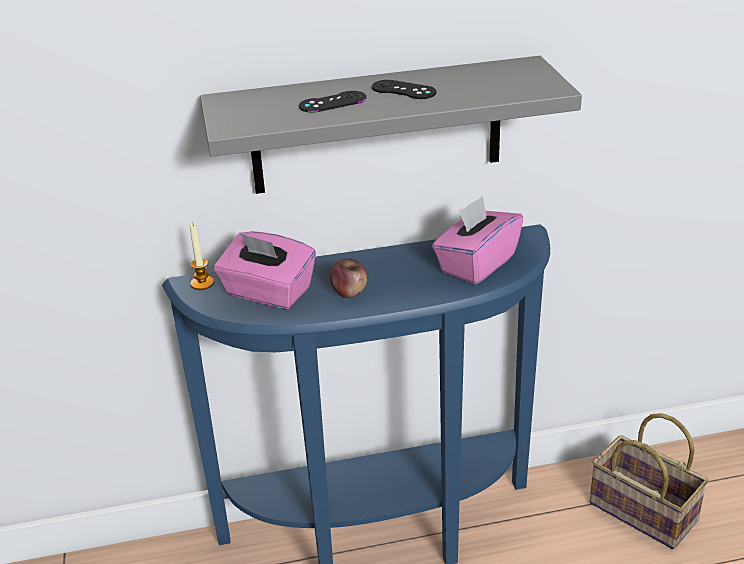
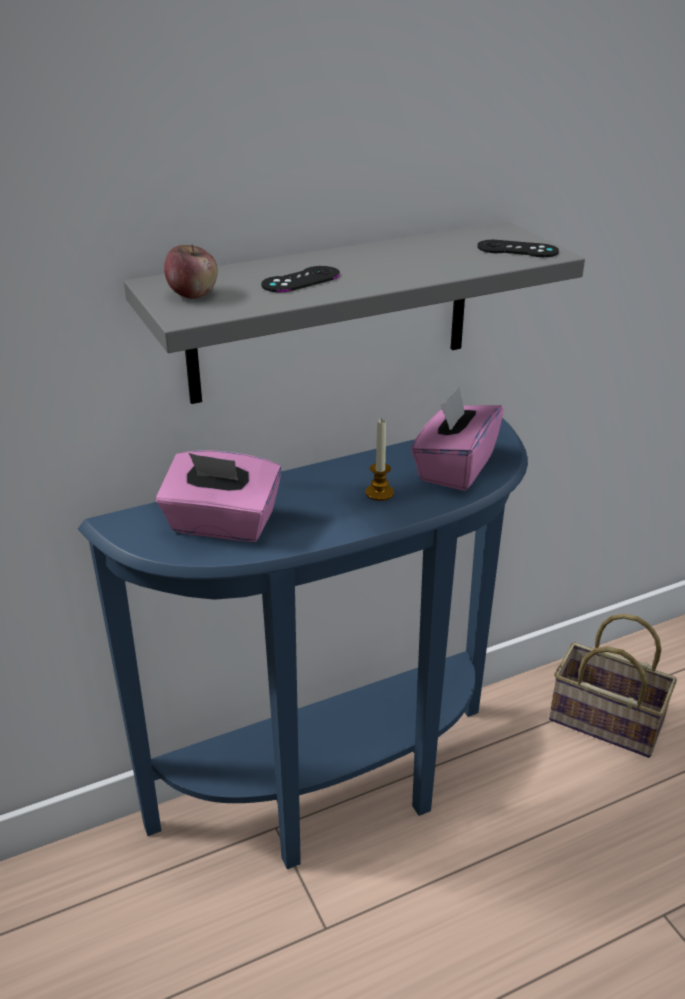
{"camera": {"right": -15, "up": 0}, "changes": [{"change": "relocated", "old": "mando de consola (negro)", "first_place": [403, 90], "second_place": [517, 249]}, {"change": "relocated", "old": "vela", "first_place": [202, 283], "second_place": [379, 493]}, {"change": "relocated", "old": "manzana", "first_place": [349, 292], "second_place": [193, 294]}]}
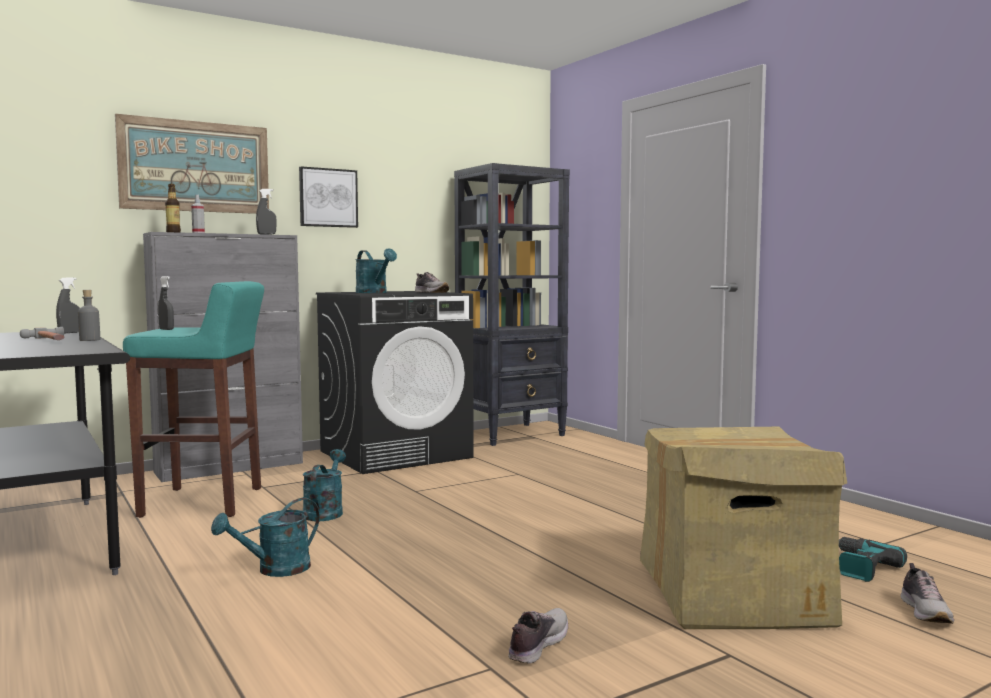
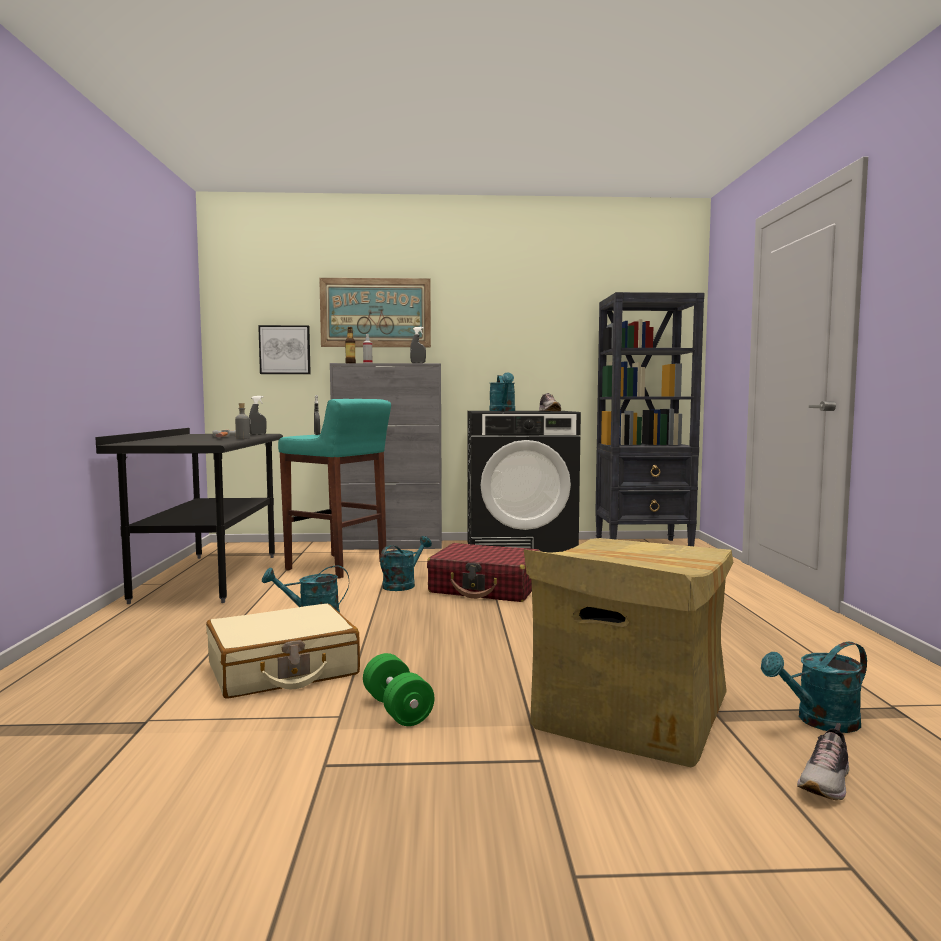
{"camera": {"right": 30, "up": 0}, "changes": [{"change": "relocated", "old": "cuadro", "first_place": [328, 198], "second_place": [285, 350]}, {"change": "exchanged", "old": "taladro", "new": "regadera (turquesa)", "first_place": [860, 567], "second_place": [819, 721]}, {"change": "exchanged", "old": "zapato", "new": "mancuerna (verde)", "first_place": [536, 645], "second_place": [397, 709]}, {"change": "appeared", "new": "maleta (rojo)", "second_place": [486, 588]}, {"change": "appeared", "new": "maleta (beis)", "second_place": [283, 670]}]}
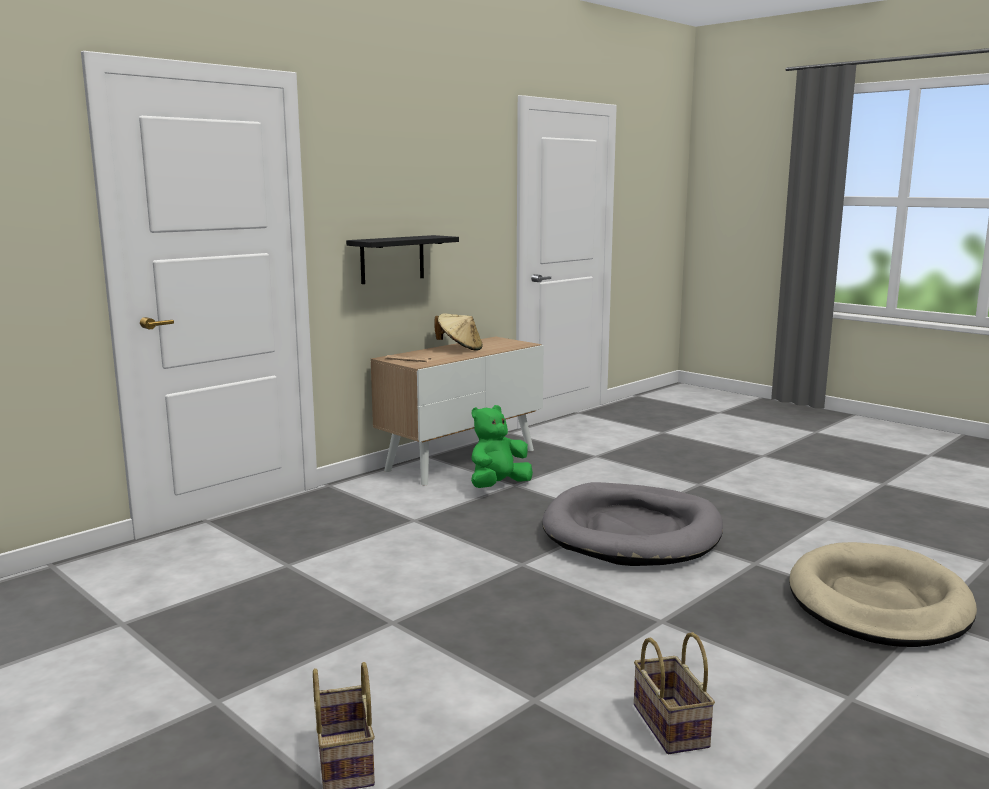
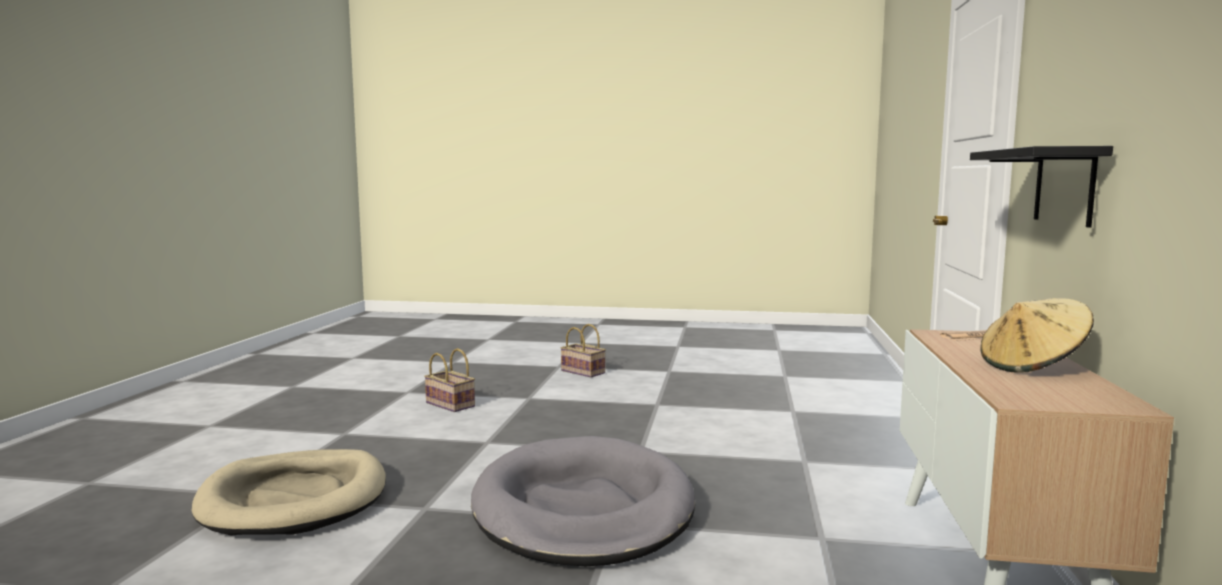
{"camera": {"right": 145, "up": -5}, "changes": [{"change": "missing", "old": "peluche (verde)", "first_place": [498, 486]}]}
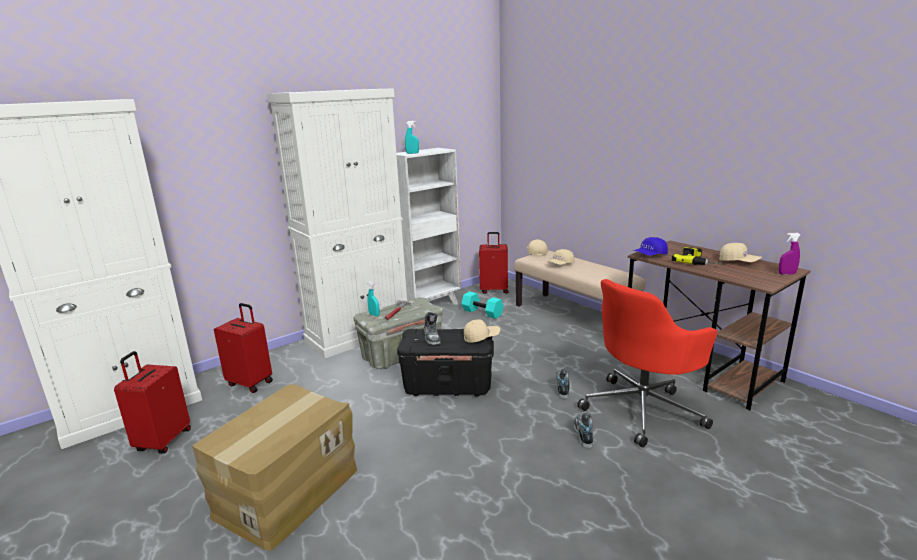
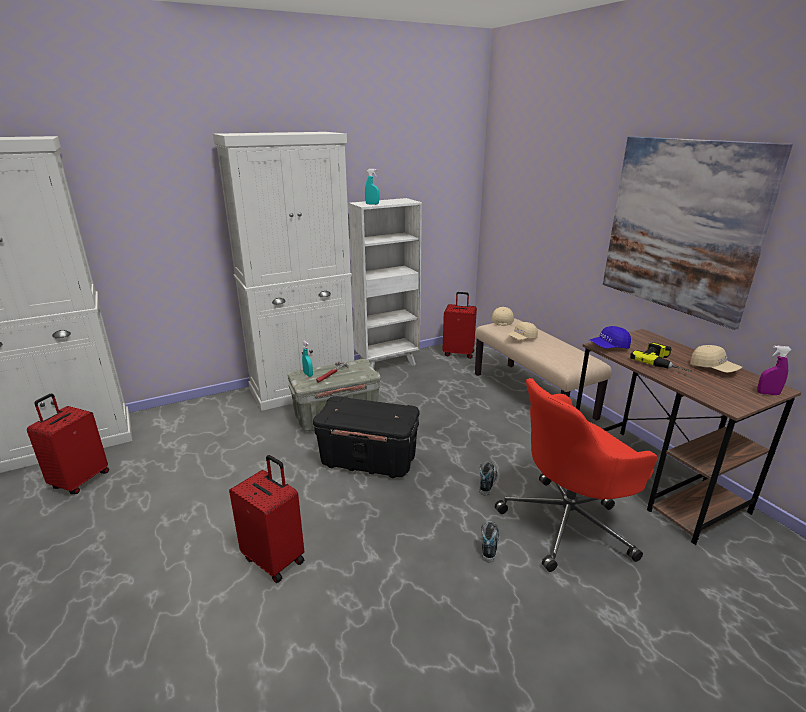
{"camera": {"right": 10, "up": 5}, "changes": [{"change": "missing", "old": "mancuerna (turquesa)", "first_place": [483, 312]}, {"change": "relocated", "old": "maleta (rojo)", "first_place": [251, 383], "second_place": [275, 559]}, {"change": "missing", "old": "zapato", "first_place": [432, 337]}, {"change": "missing", "old": "gorra (beis)", "first_place": [481, 337]}, {"change": "missing", "old": "caja de cartón", "first_place": [286, 492]}, {"change": "appeared", "new": "cuadro", "second_place": [682, 227]}]}
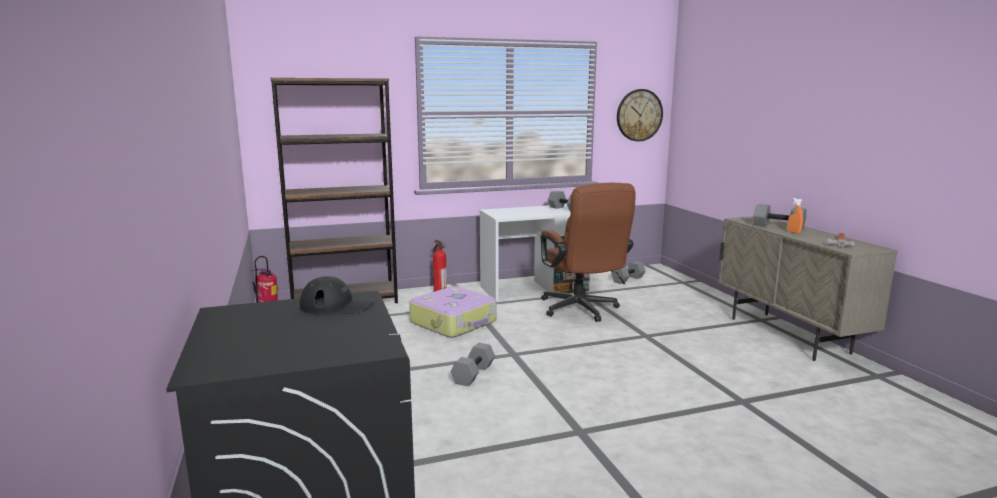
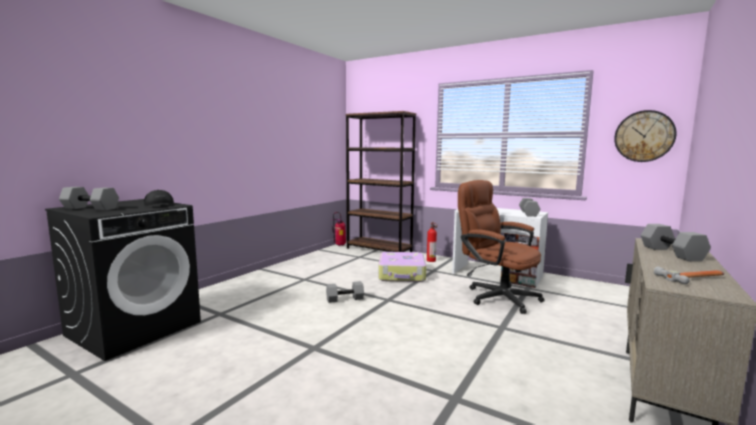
{"camera": {"right": 50, "up": -5}, "changes": [{"change": "spun", "old": "silla de oficina (marrón)", "first_place": [582, 310], "second_place": [496, 296], "degrees": 105}, {"change": "missing", "old": "pulverizador (naranja)", "first_place": [793, 232]}, {"change": "relocated", "old": "mancuerna (gris)", "first_place": [628, 279], "second_place": [89, 208]}]}
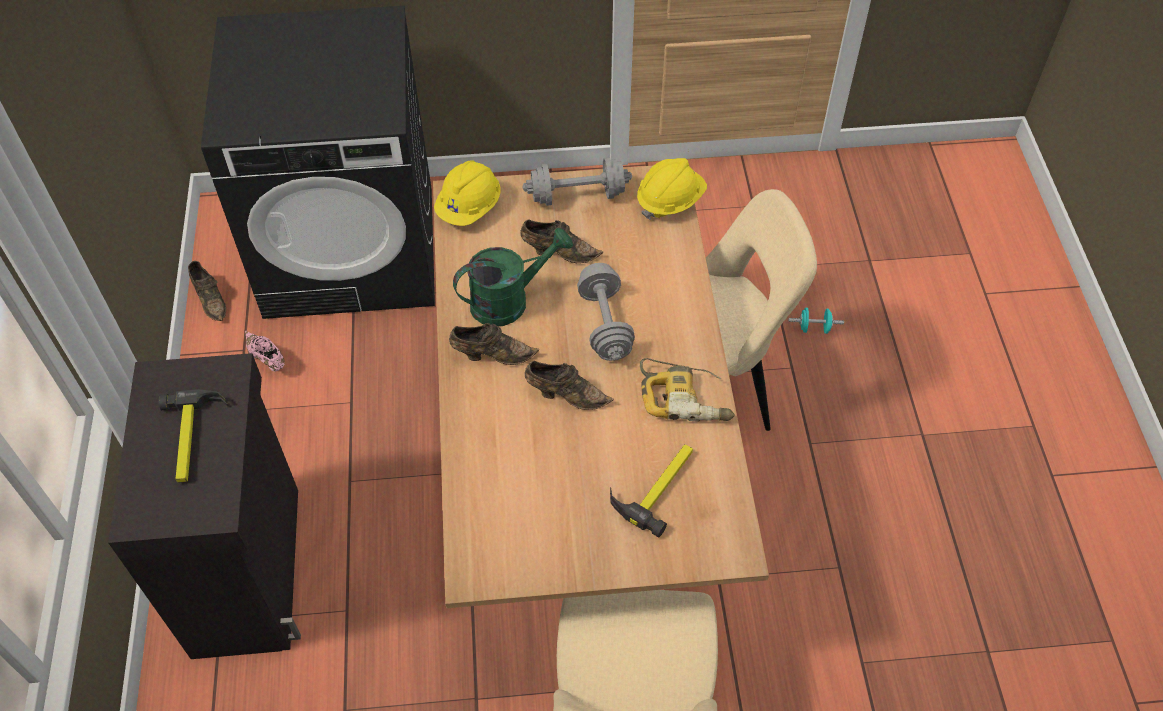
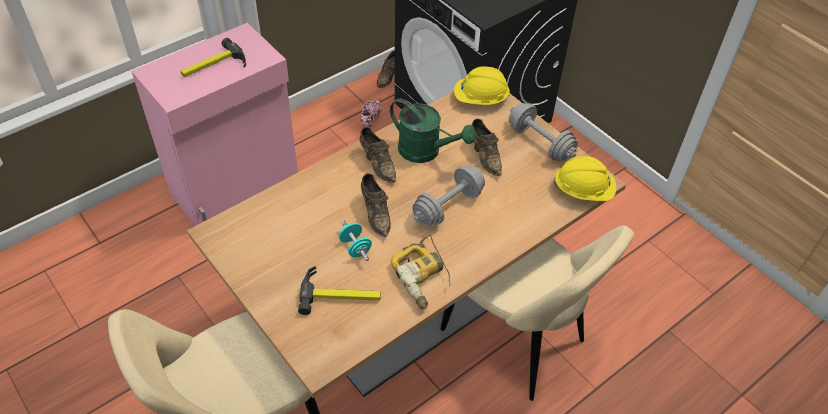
{"camera": {"right": 55, "up": -5}, "changes": [{"change": "relocated", "old": "mancuerna (turquesa)", "first_place": [814, 328], "second_place": [355, 247]}, {"change": "colour", "old": "armario (negro)", "new": "armario (rosa)", "first_place": [250, 569], "second_place": [237, 187]}]}
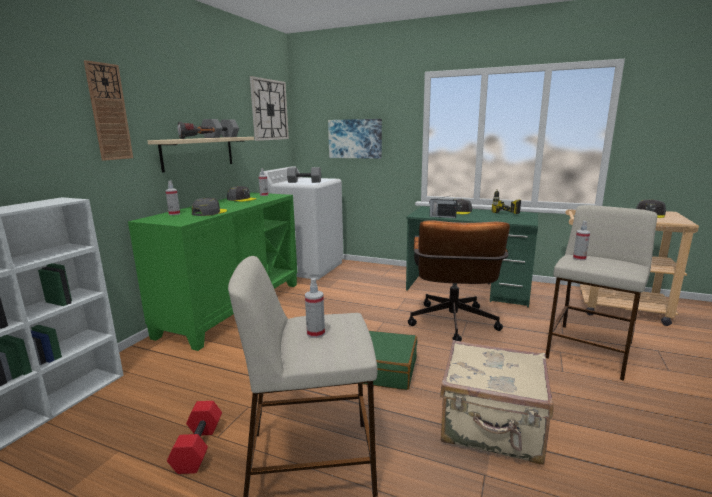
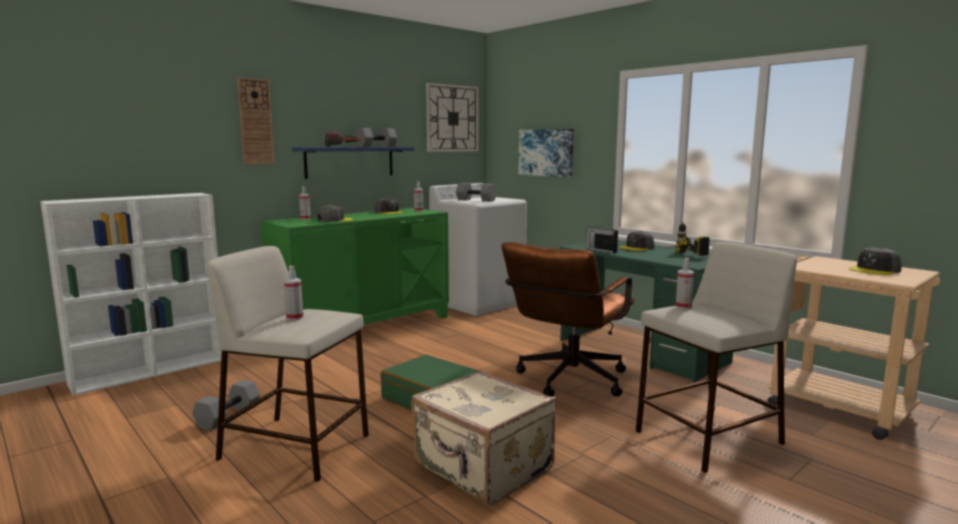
{"camera": {"right": 25, "up": -5}, "changes": [{"change": "colour", "old": "estante (beis)", "new": "estante (azul)", "first_place": [198, 153], "second_place": [350, 162]}, {"change": "colour", "old": "mancuerna (rojo)", "new": "mancuerna (gris)", "first_place": [197, 447], "second_place": [228, 416]}]}
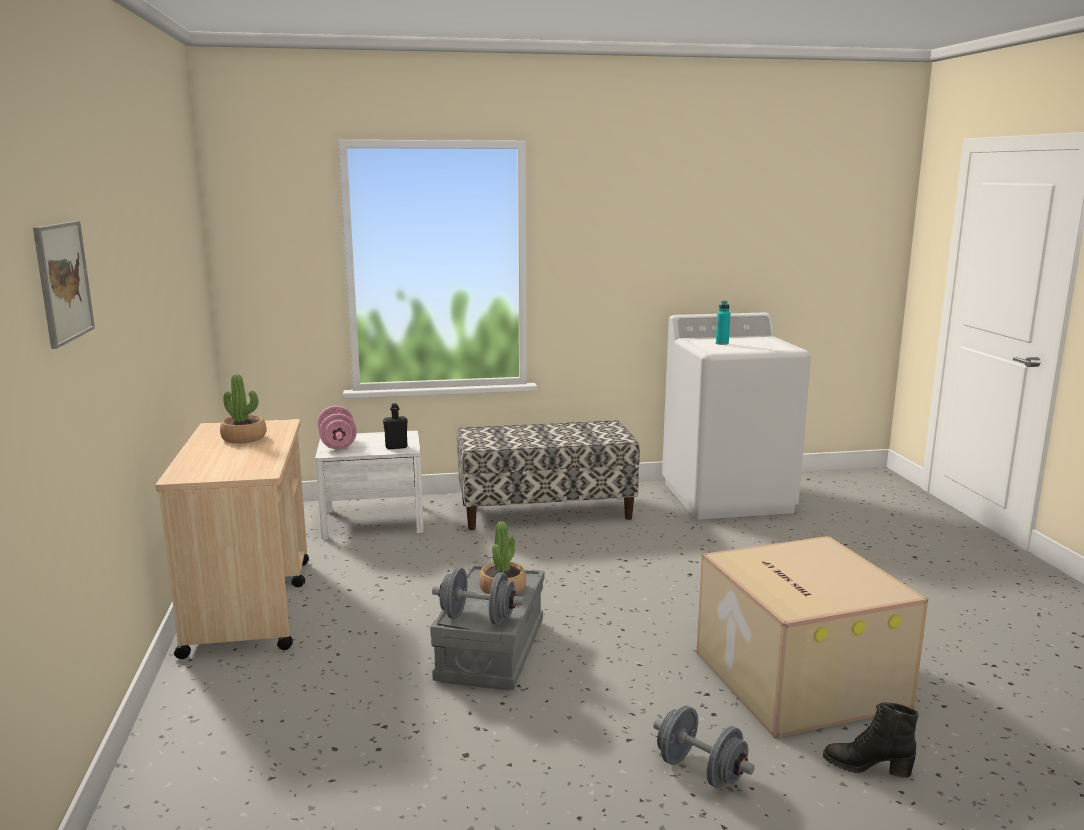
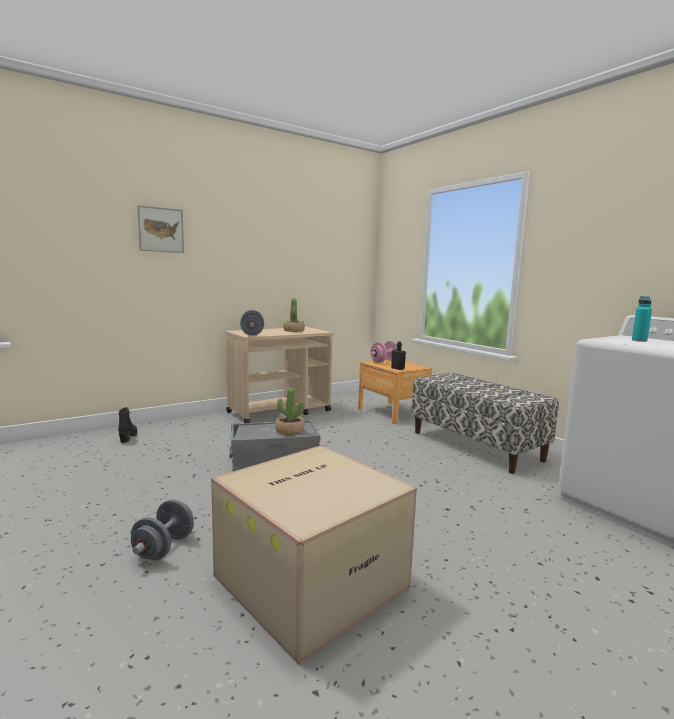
{"camera": {"right": 65, "up": -5}, "changes": [{"change": "colour", "old": "mesita de noche (blanco)", "new": "mesita de noche (marrón)", "first_place": [373, 521], "second_place": [392, 412]}, {"change": "relocated", "old": "mancuerna (gris)", "first_place": [478, 618], "second_place": [252, 334]}, {"change": "relocated", "old": "bota (negro)", "first_place": [866, 767], "second_place": [128, 436]}]}
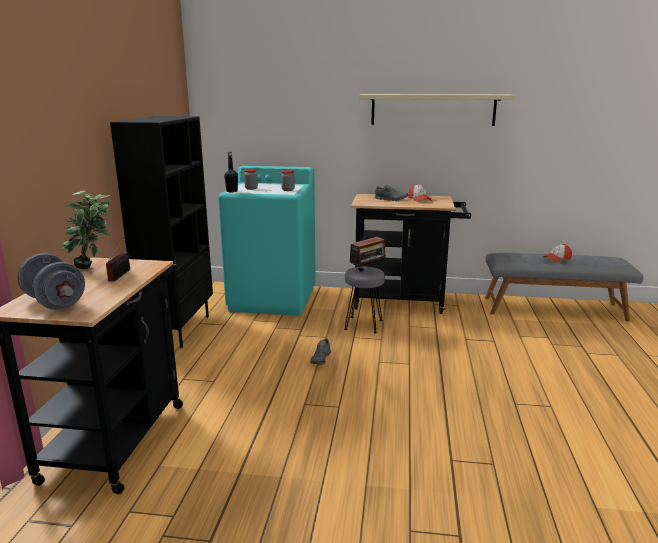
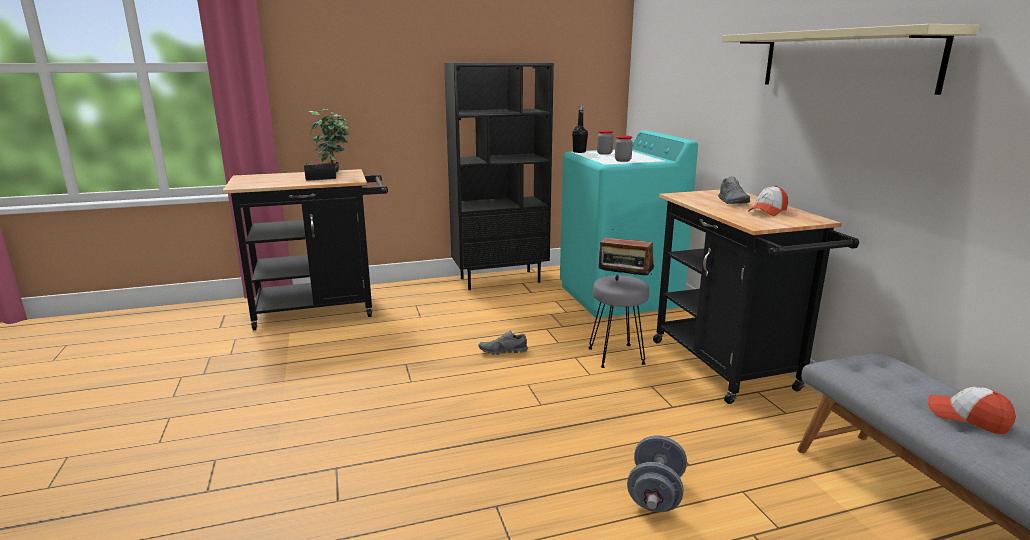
{"camera": {"right": 65, "up": 0}, "changes": [{"change": "relocated", "old": "mancuerna (gris)", "first_place": [55, 302], "second_place": [655, 494]}]}
